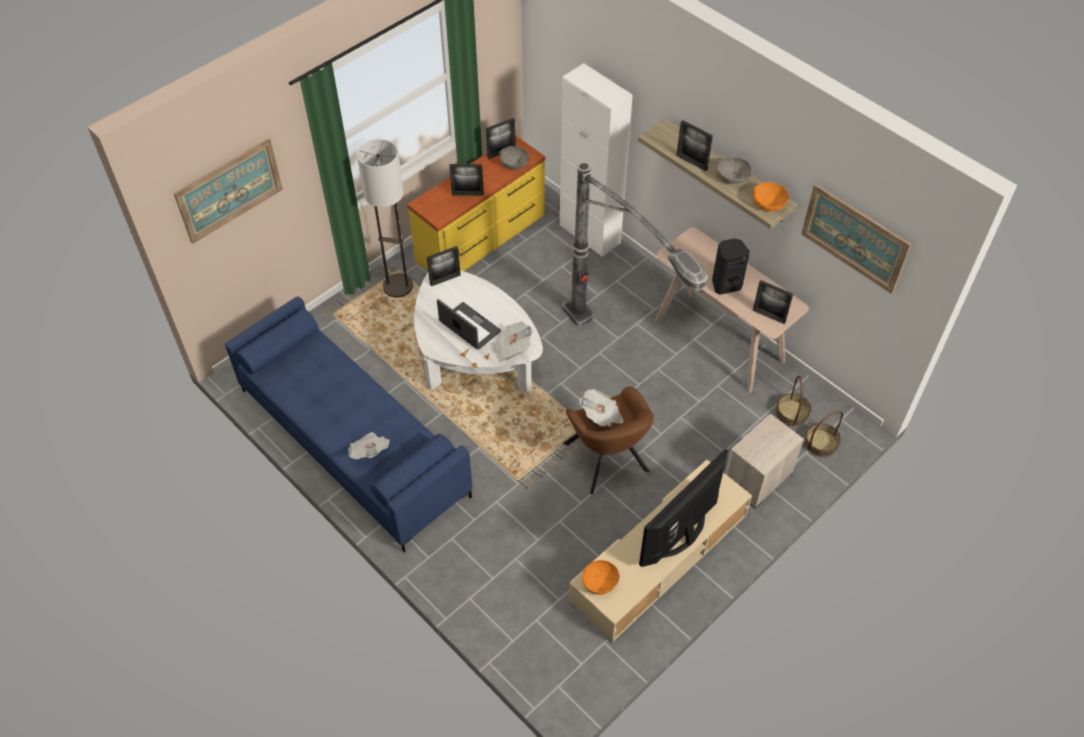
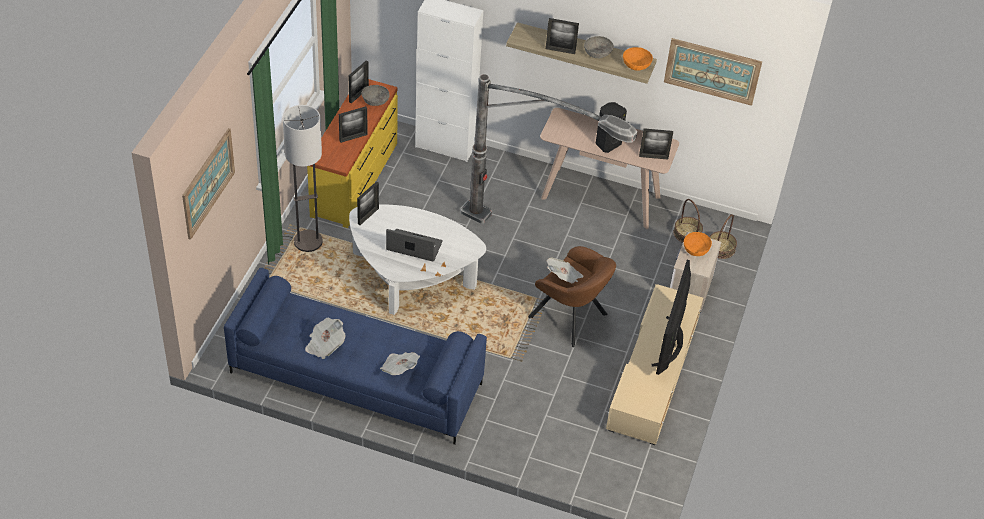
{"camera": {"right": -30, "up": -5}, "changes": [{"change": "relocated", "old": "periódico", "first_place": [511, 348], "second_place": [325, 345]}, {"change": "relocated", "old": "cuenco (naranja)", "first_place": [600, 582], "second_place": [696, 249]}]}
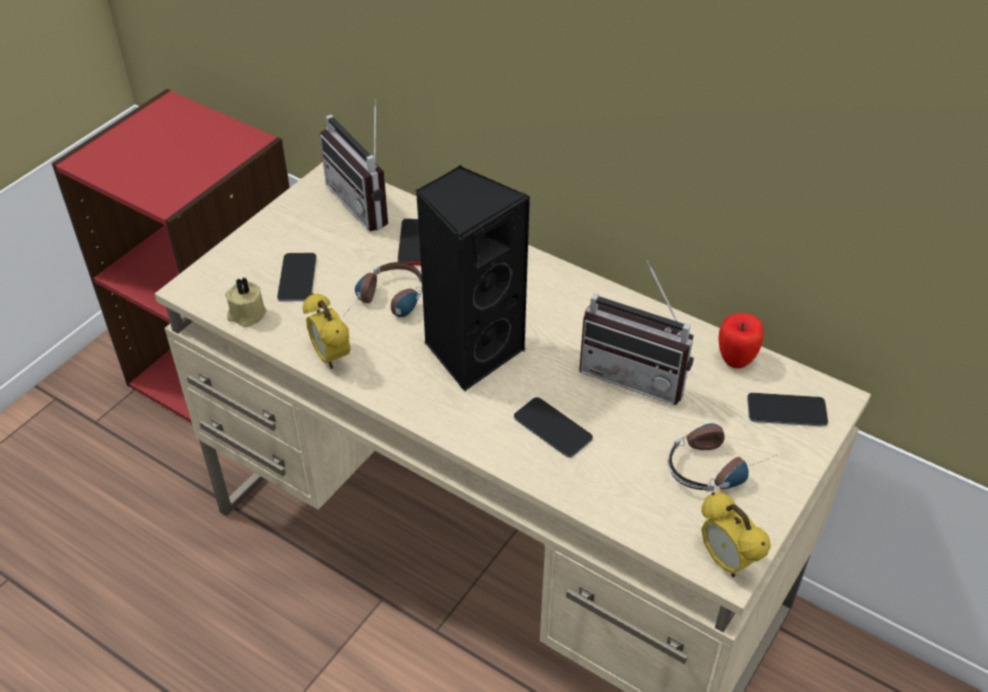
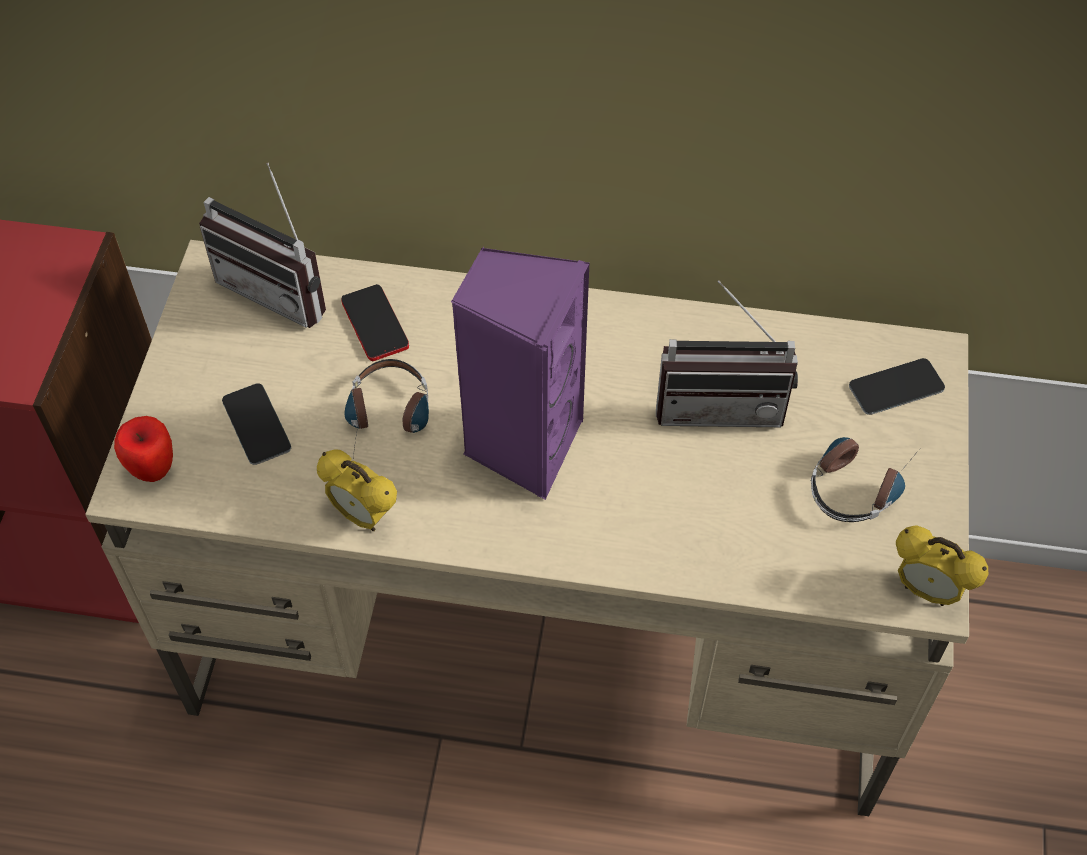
{"camera": {"right": -25, "up": 10}, "changes": [{"change": "colour", "old": "altavoz (negro)", "new": "altavoz (morado)", "first_place": [471, 350], "second_place": [522, 444]}, {"change": "missing", "old": "vela (beis)", "first_place": [246, 315]}, {"change": "relocated", "old": "manzana", "first_place": [735, 360], "second_place": [153, 469]}, {"change": "missing", "old": "móvil", "first_place": [552, 428]}]}
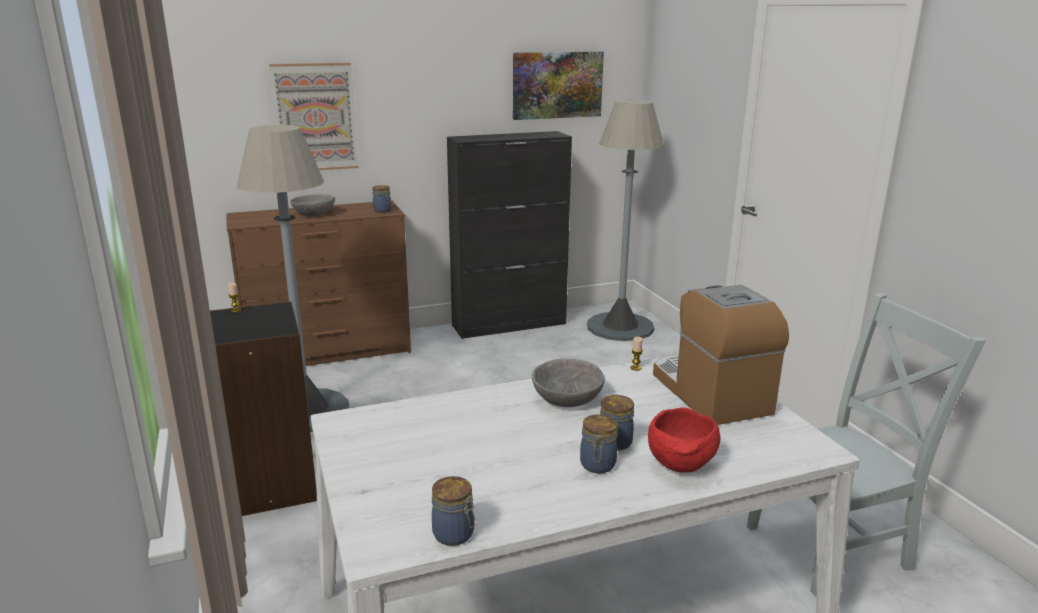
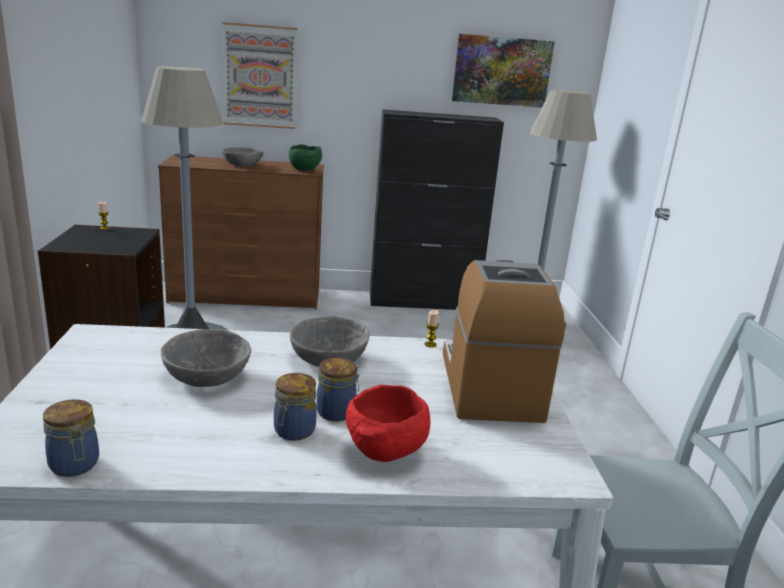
{"camera": {"right": 15, "up": 0}, "changes": [{"change": "exchanged", "old": "tarro", "new": "cuenco (verde)", "first_place": [383, 211], "second_place": [305, 170]}, {"change": "appeared", "new": "cuenco (gris)", "second_place": [208, 376]}]}
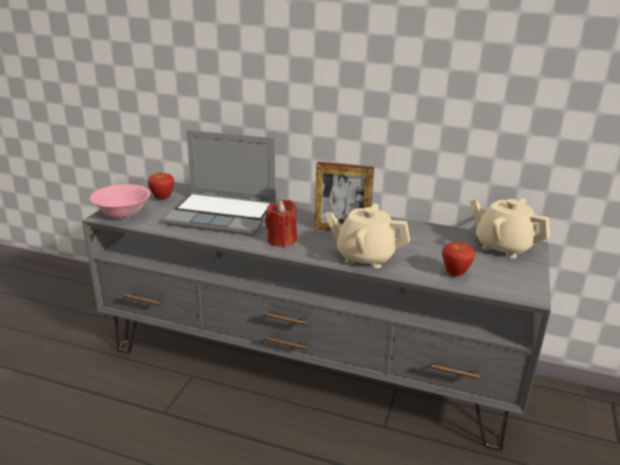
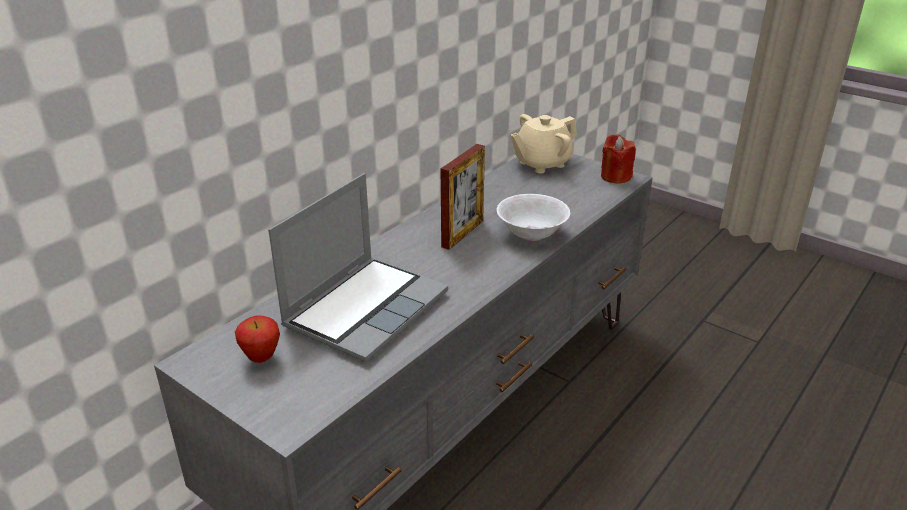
{"camera": {"right": -70, "up": 5}, "changes": [{"change": "missing", "old": "cuenco (rosa)", "first_place": [123, 214]}, {"change": "relocated", "old": "vela (rojo)", "first_place": [281, 240], "second_place": [615, 177]}, {"change": "exchanged", "old": "tetera (beis)", "new": "cuenco (blanco)", "first_place": [365, 257], "second_place": [531, 233]}, {"change": "missing", "old": "manzana", "first_place": [455, 274]}]}
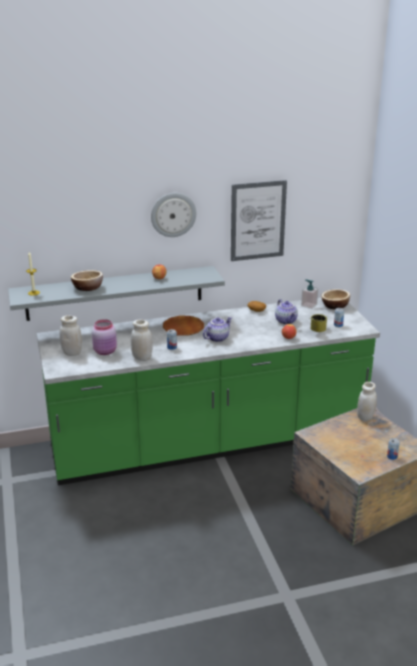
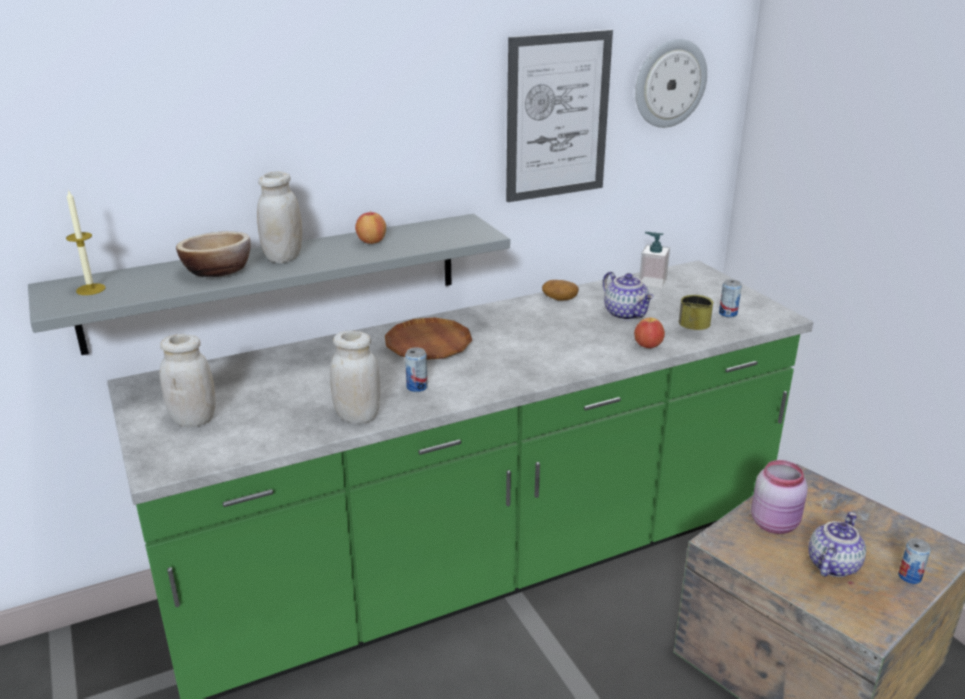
{"camera": {"right": -10, "up": 0}, "changes": [{"change": "relocated", "old": "reloj de pared", "first_place": [173, 214], "second_place": [669, 83]}, {"change": "missing", "old": "cuenco", "first_place": [335, 306]}, {"change": "relocated", "old": "tetera", "first_place": [217, 338], "second_place": [831, 564]}, {"change": "relocated", "old": "tarro (rosa)", "first_place": [106, 351], "second_place": [775, 523]}, {"change": "relocated", "old": "tarro (blanco)", "first_place": [365, 417], "second_place": [283, 257]}]}
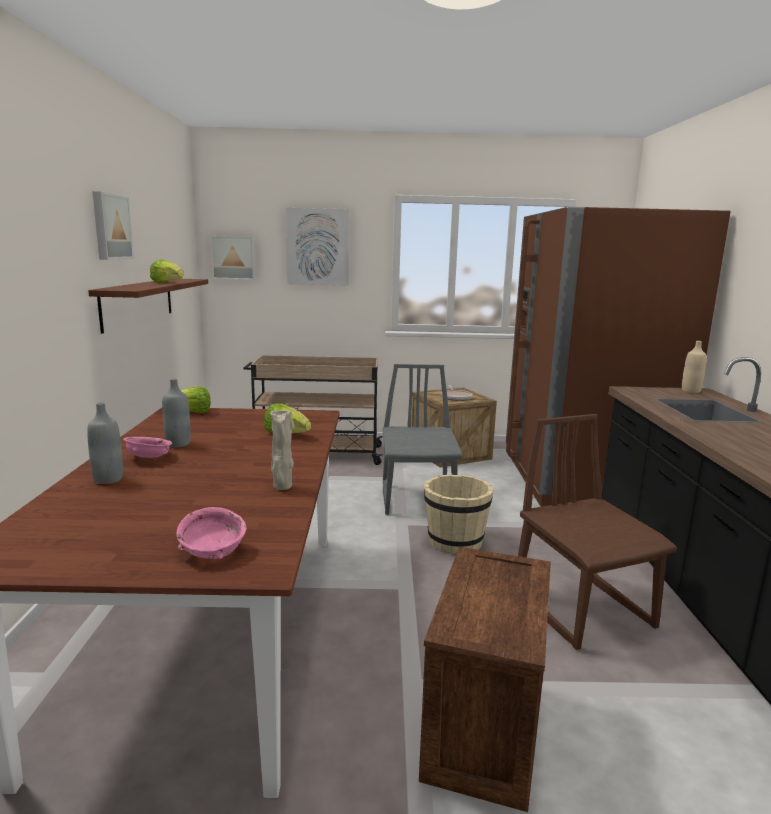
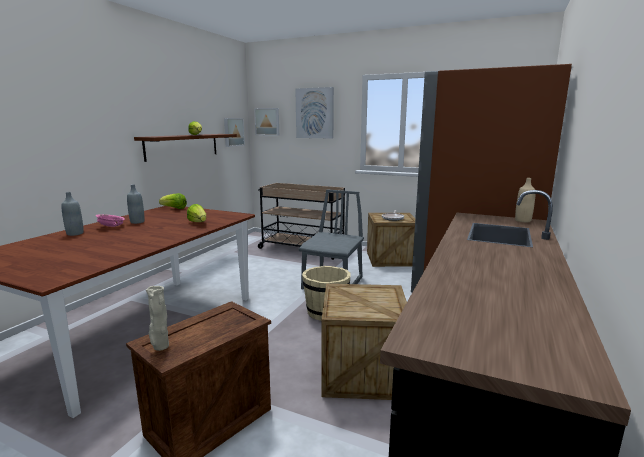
{"camera": {"right": 25, "up": 0}, "changes": [{"change": "relocated", "old": "cuadro", "first_place": [110, 227], "second_place": [233, 132]}, {"change": "relocated", "old": "florero (beis)", "first_place": [282, 487], "second_place": [160, 347]}, {"change": "exchanged", "old": "silla (marrón)", "new": "caja de embalaje", "first_place": [583, 608], "second_place": [362, 372]}, {"change": "missing", "old": "cuenco (rosa)", "first_place": [212, 551]}]}
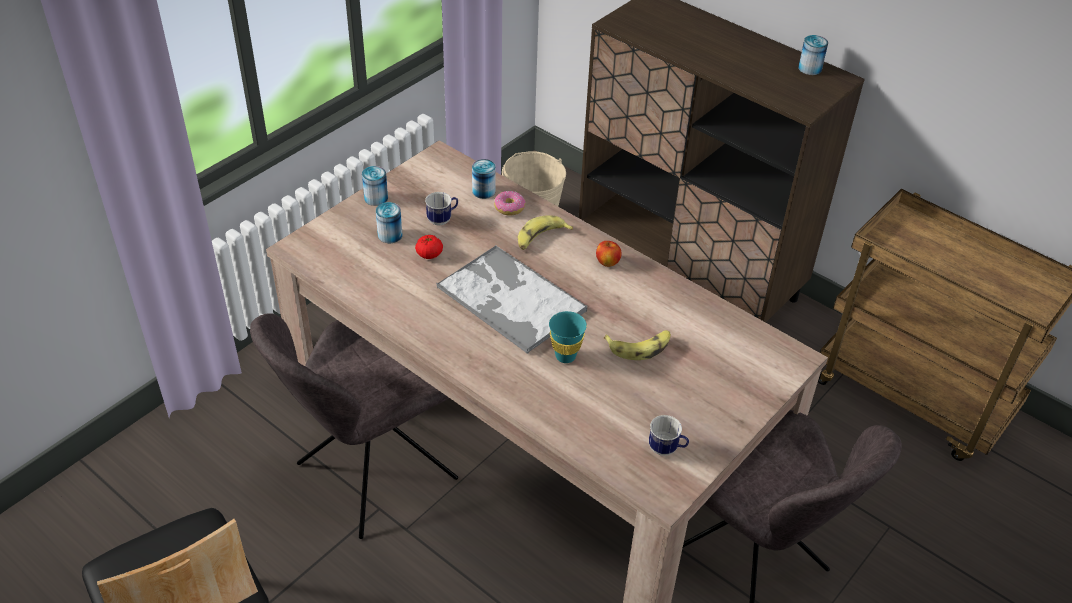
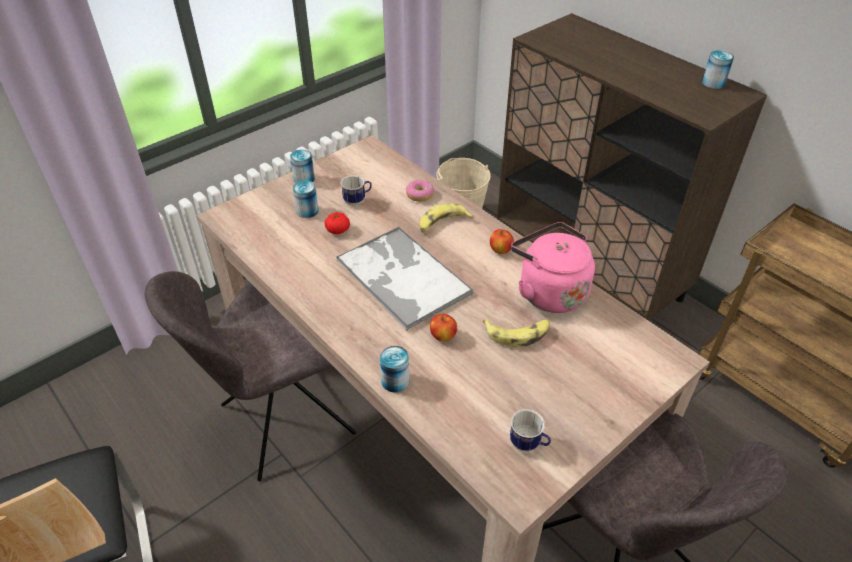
{"camera": {"right": 10, "up": 0}, "changes": [{"change": "relocated", "old": "lata", "first_place": [483, 191], "second_place": [395, 381]}, {"change": "exchanged", "old": "taza (turquesa)", "new": "manzana", "first_place": [565, 356], "second_place": [443, 336]}, {"change": "appeared", "new": "hervidor (rosa)", "second_place": [549, 291]}]}
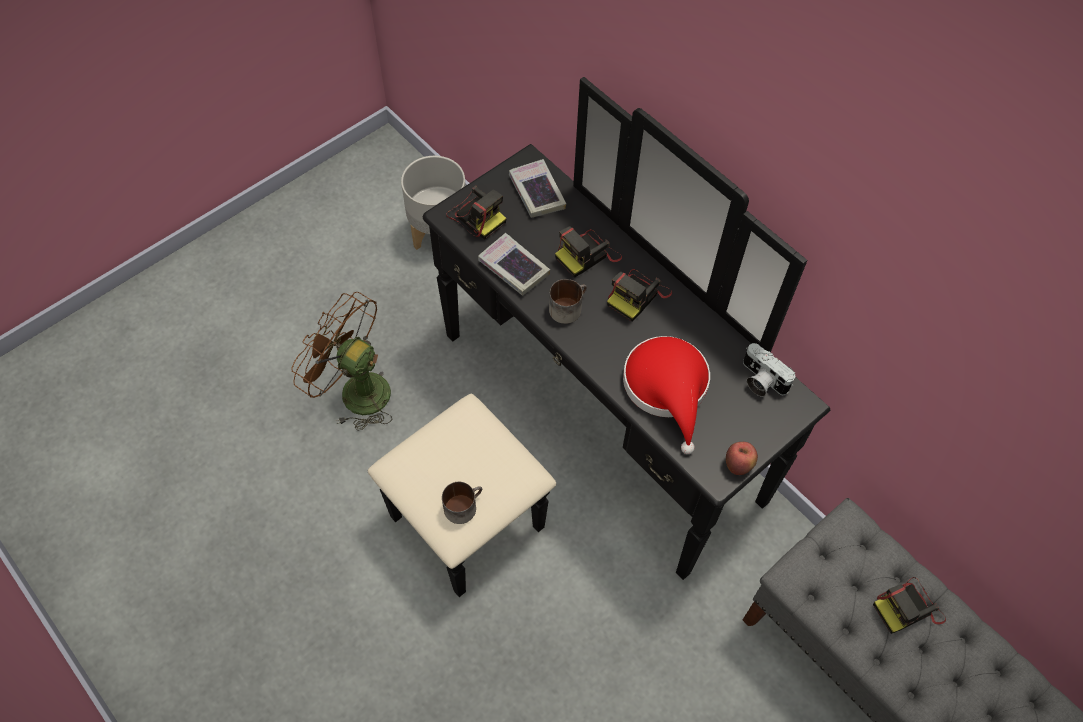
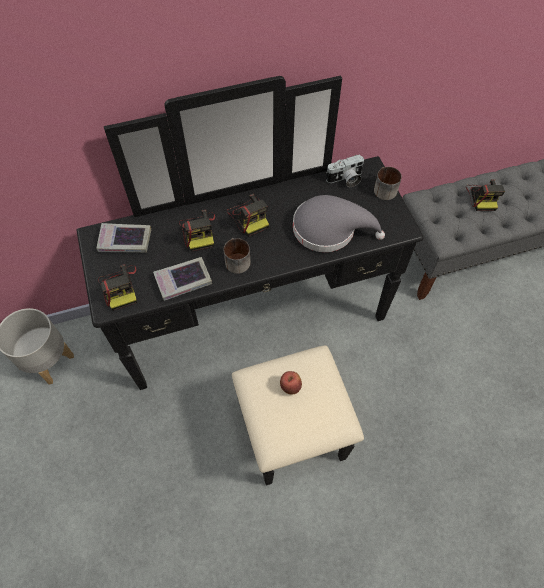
{"camera": {"right": -65, "up": 0}, "changes": [{"change": "spun", "old": "cámara", "first_place": [476, 215], "second_place": [120, 287], "degrees": 90}, {"change": "missing", "old": "ventilador (marrón)", "first_place": [355, 390]}, {"change": "colour", "old": "sombrero (rojo)", "new": "sombrero (gris)", "first_place": [668, 388], "second_place": [329, 229]}, {"change": "relocated", "old": "manzana", "first_place": [738, 465], "second_place": [290, 387]}, {"change": "relocated", "old": "taza grande", "first_place": [463, 505], "second_place": [383, 189]}]}
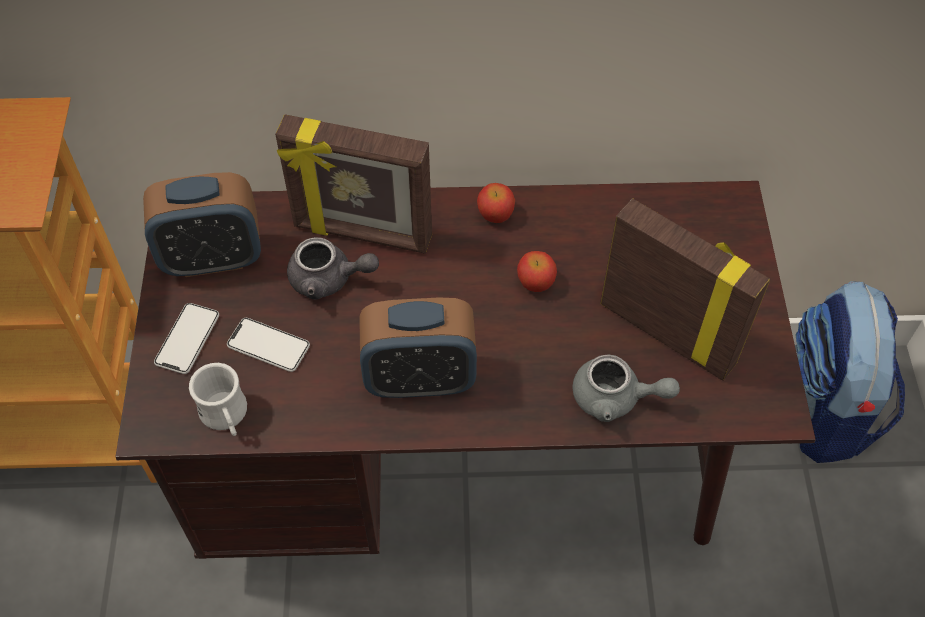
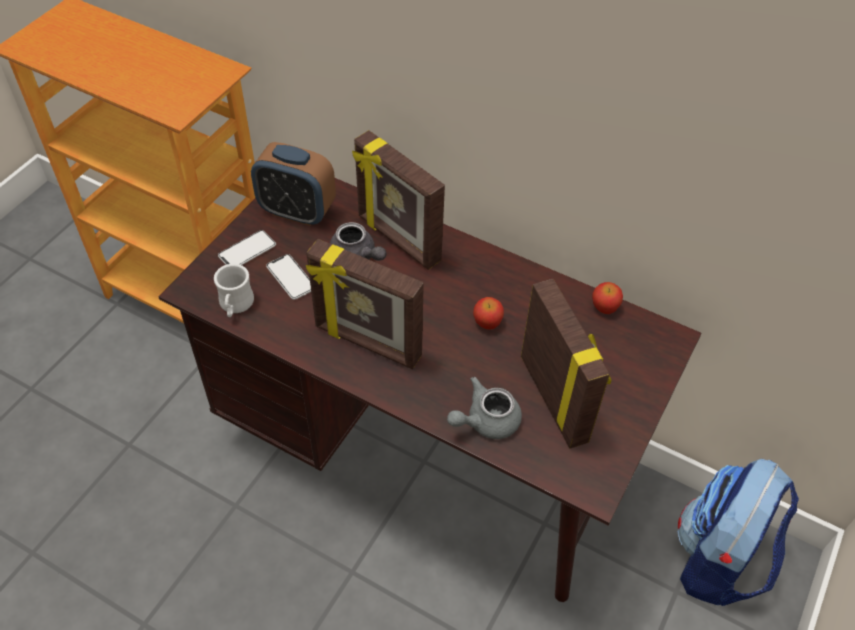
{"camera": {"right": 30, "up": -5}, "changes": [{"change": "relocated", "old": "manzana", "first_place": [495, 215], "second_place": [604, 307]}, {"change": "exchanged", "old": "despertador", "new": "portarretratos", "first_place": [420, 378], "second_place": [367, 343]}, {"change": "spun", "old": "tetera (gris)", "first_place": [615, 398], "second_place": [485, 421], "degrees": 105}]}
